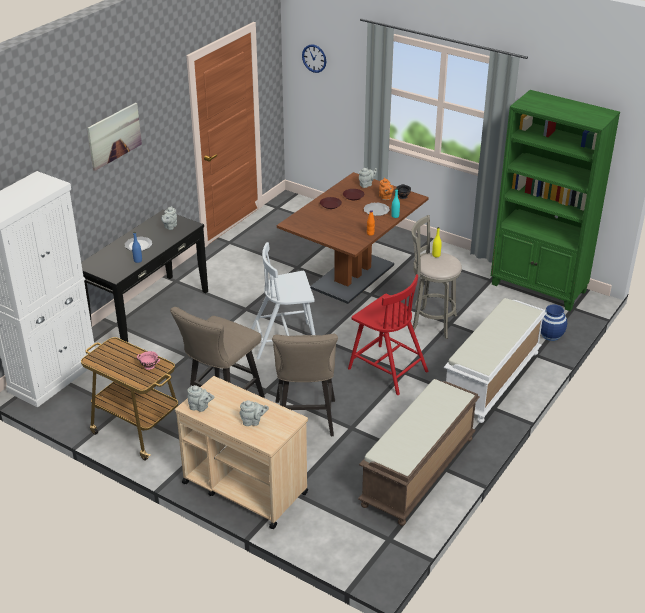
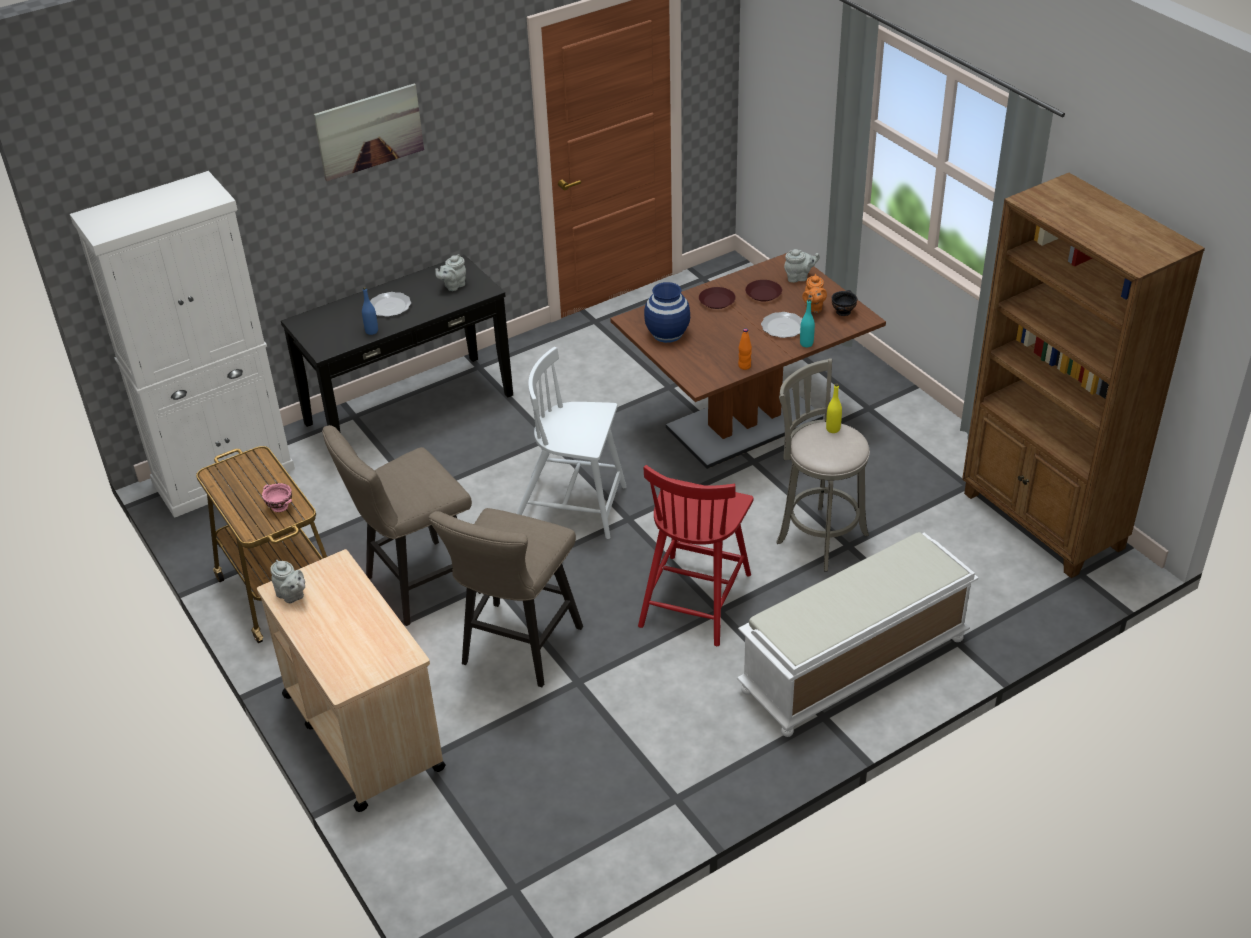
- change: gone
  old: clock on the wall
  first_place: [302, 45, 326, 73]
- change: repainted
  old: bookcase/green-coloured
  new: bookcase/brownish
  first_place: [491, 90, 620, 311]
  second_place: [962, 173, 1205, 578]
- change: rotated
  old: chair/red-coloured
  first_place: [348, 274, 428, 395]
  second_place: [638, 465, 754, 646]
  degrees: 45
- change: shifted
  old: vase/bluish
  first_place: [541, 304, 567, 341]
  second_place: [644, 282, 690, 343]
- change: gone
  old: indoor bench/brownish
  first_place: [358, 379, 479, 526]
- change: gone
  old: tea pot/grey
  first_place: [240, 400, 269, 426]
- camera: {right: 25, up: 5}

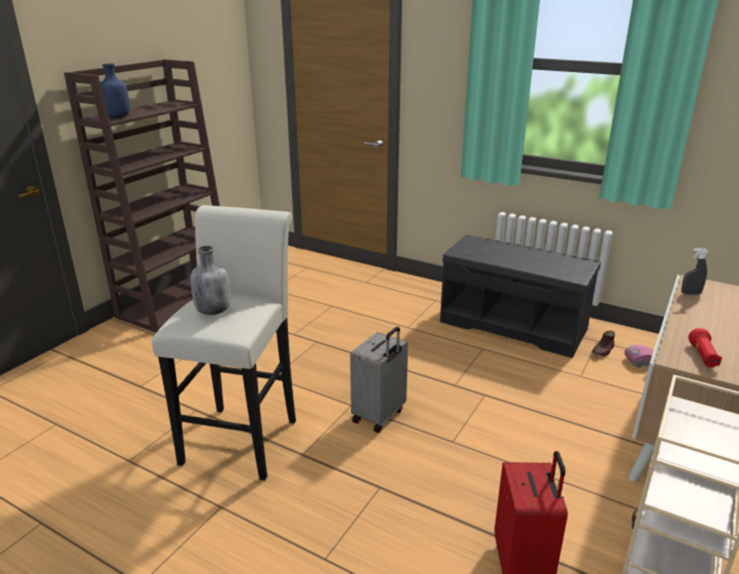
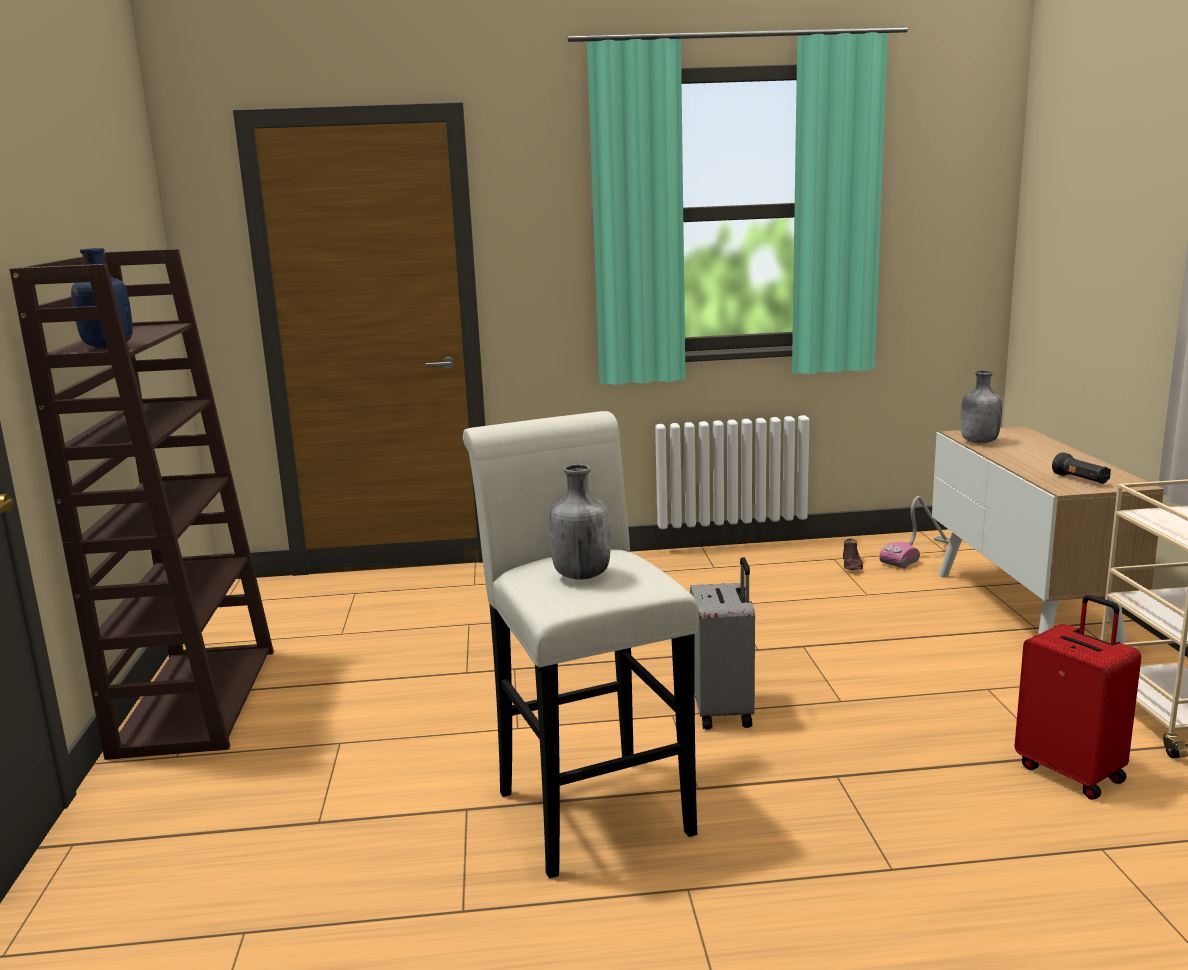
- change: gone
  old: indoor bench/grey
  first_place: [440, 235, 601, 358]
- change: swapped
  old: spray bottle/grey
  new: bottle/grey
  first_place: [681, 248, 709, 295]
  second_place: [960, 370, 1002, 443]
- change: repainted
  old: hand torch/red-coloured
  new: hand torch/black
  first_place: [688, 328, 722, 367]
  second_place: [1052, 452, 1111, 484]
- camera: {right: -35, up: -10}

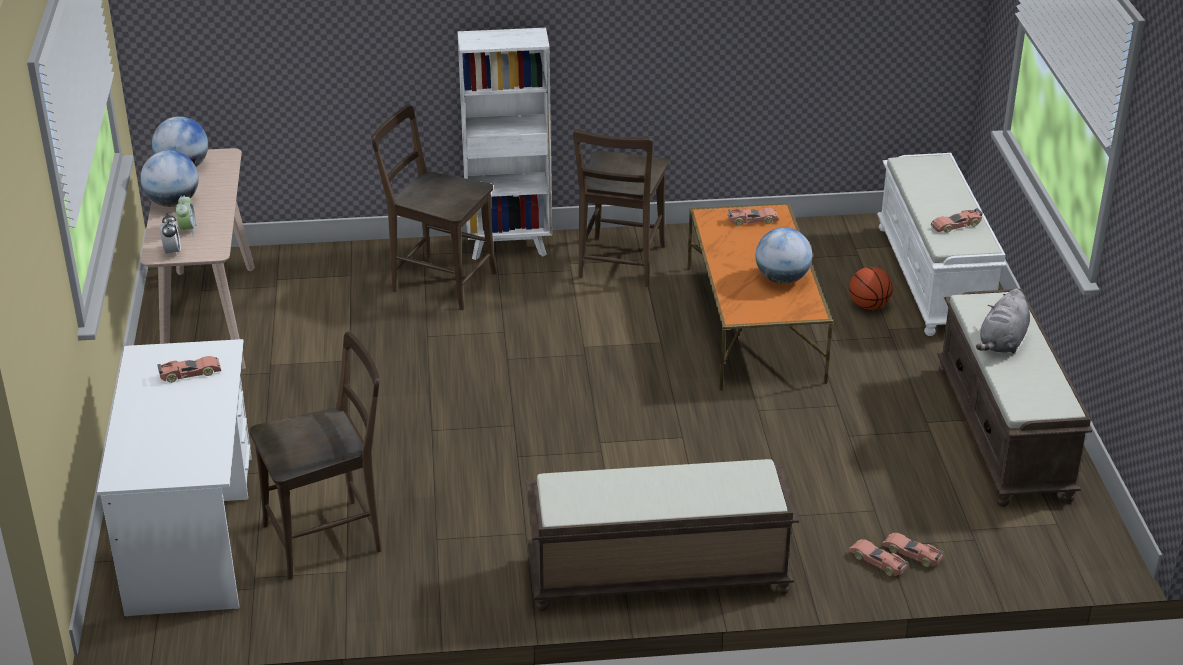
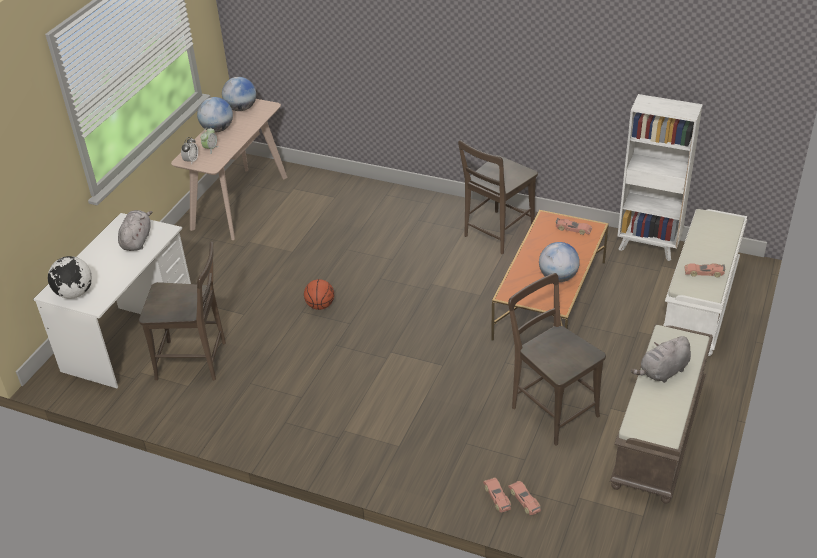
- change: shifted
  old: bookcase/white-coloured
  first_place: [458, 28, 552, 260]
  second_place: [617, 94, 703, 261]
- change: shifted
  old: chair/brownish
  first_place: [371, 104, 497, 310]
  second_place: [508, 273, 606, 445]
- change: shifted
  old: basketball ball
  first_place: [849, 267, 893, 310]
  second_place: [304, 279, 334, 310]
- change: swapped
  old: toy car
  new: cuddly toy/grey
  first_place: [157, 356, 221, 383]
  second_place: [118, 210, 153, 251]
- change: gone
  old: indoor bench/brownish
  first_place: [526, 459, 799, 611]
- change: new
  new: world globe
  second_place: [48, 256, 92, 299]
- camera: {right: 30, up: 5}

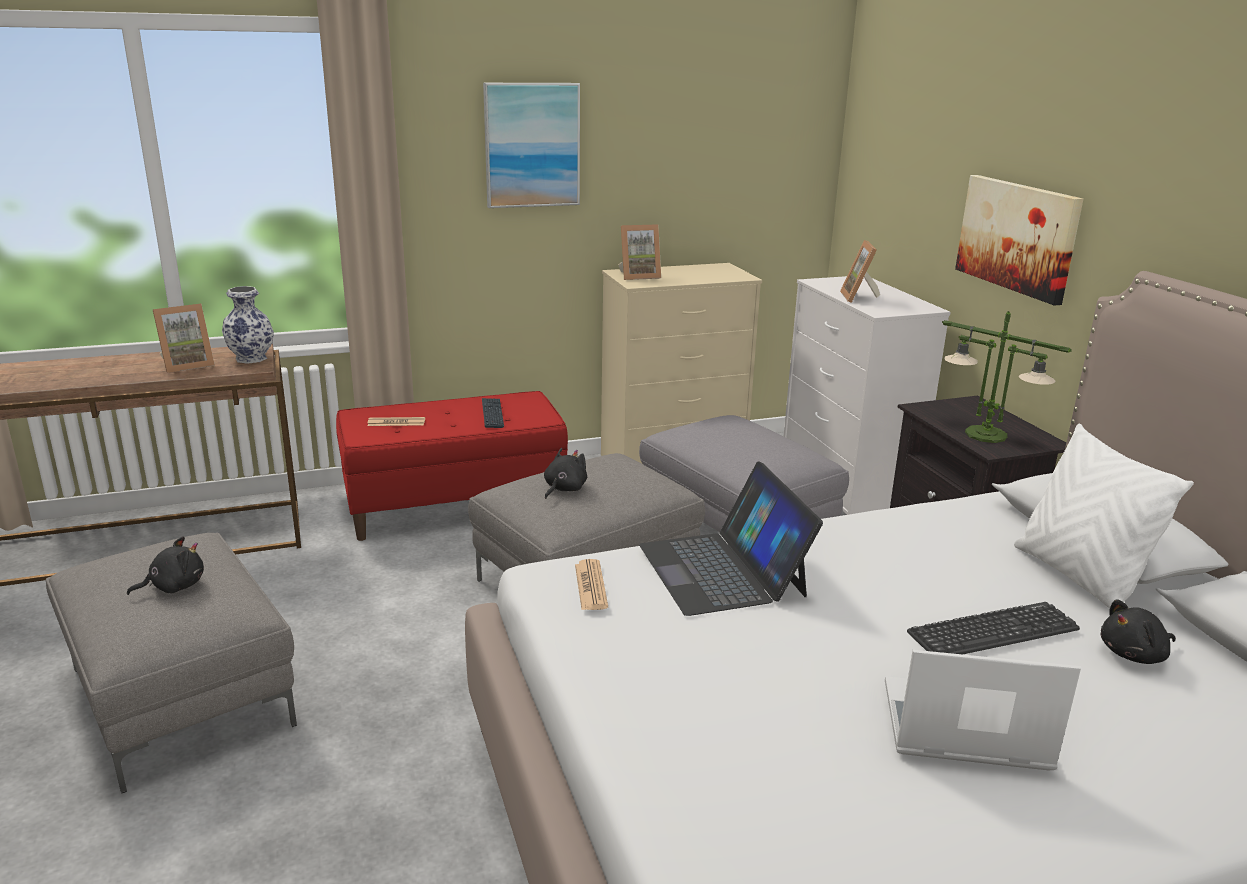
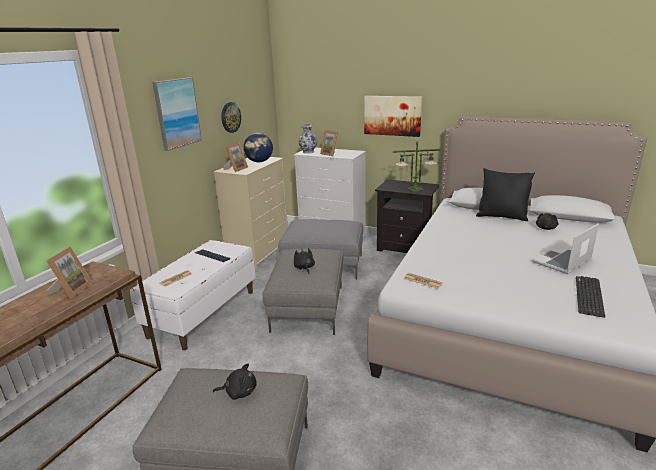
- change: shifted
  old: vase
  first_place: [222, 286, 274, 364]
  second_place: [298, 124, 317, 154]
- change: repainted
  old: indoor bench/red-coloured
  new: indoor bench/white-coloured
  first_place: [336, 391, 568, 541]
  second_place: [130, 240, 256, 350]
- change: repainted
  old: throw pillow/white-coloured
  new: throw pillow/black
  first_place: [1014, 423, 1194, 609]
  second_place: [476, 168, 535, 221]
- change: gone
  old: laptop
  first_place: [639, 461, 823, 616]
- change: rotated
  old: cuddly toy/black
  first_place: [127, 536, 204, 595]
  second_place: [213, 363, 257, 400]
  degrees: 75
- change: shifted
  old: PC keyboard
  first_place: [907, 602, 1080, 655]
  second_place: [576, 276, 605, 318]
- change: new
  new: clock on the wall
  second_place: [221, 102, 241, 133]
- change: new
  new: world globe
  second_place: [244, 133, 273, 162]
- camera: {right: -45, up: 0}

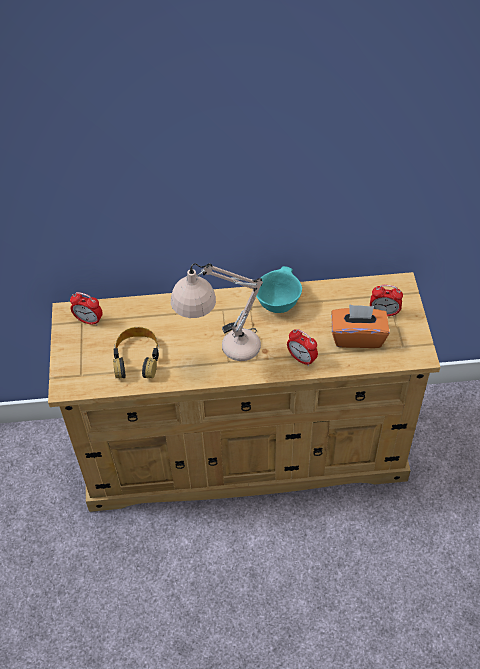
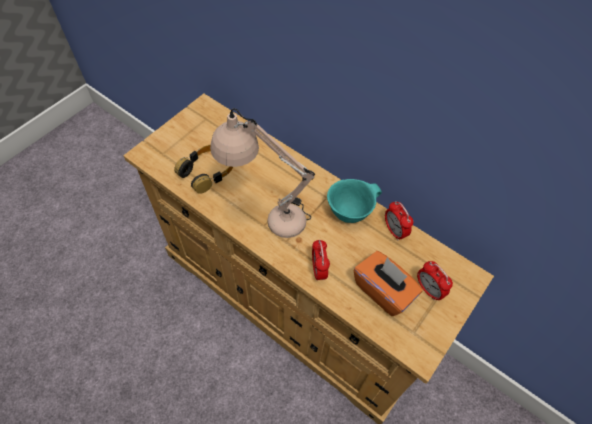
- change: shifted
  old: bedside clock
  first_place: [70, 292, 103, 325]
  second_place: [385, 201, 413, 240]
- camera: {right: 40, up: 5}

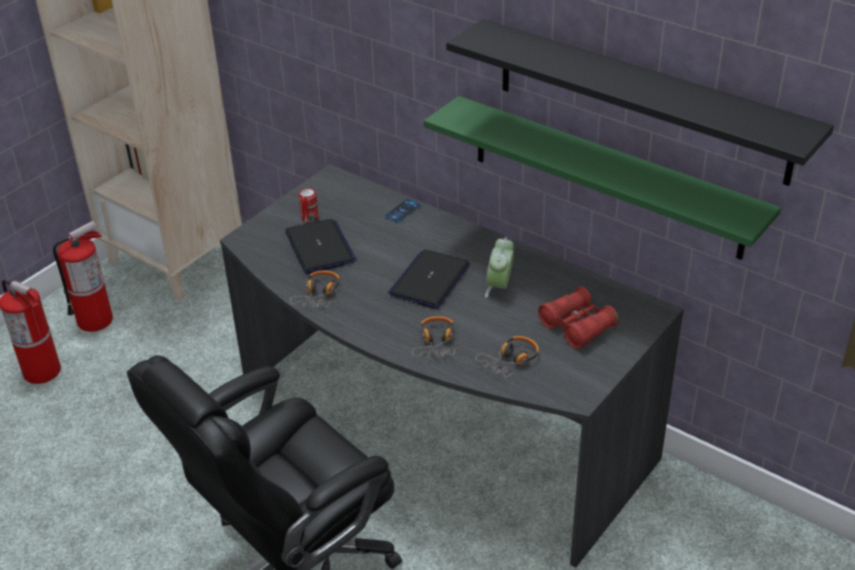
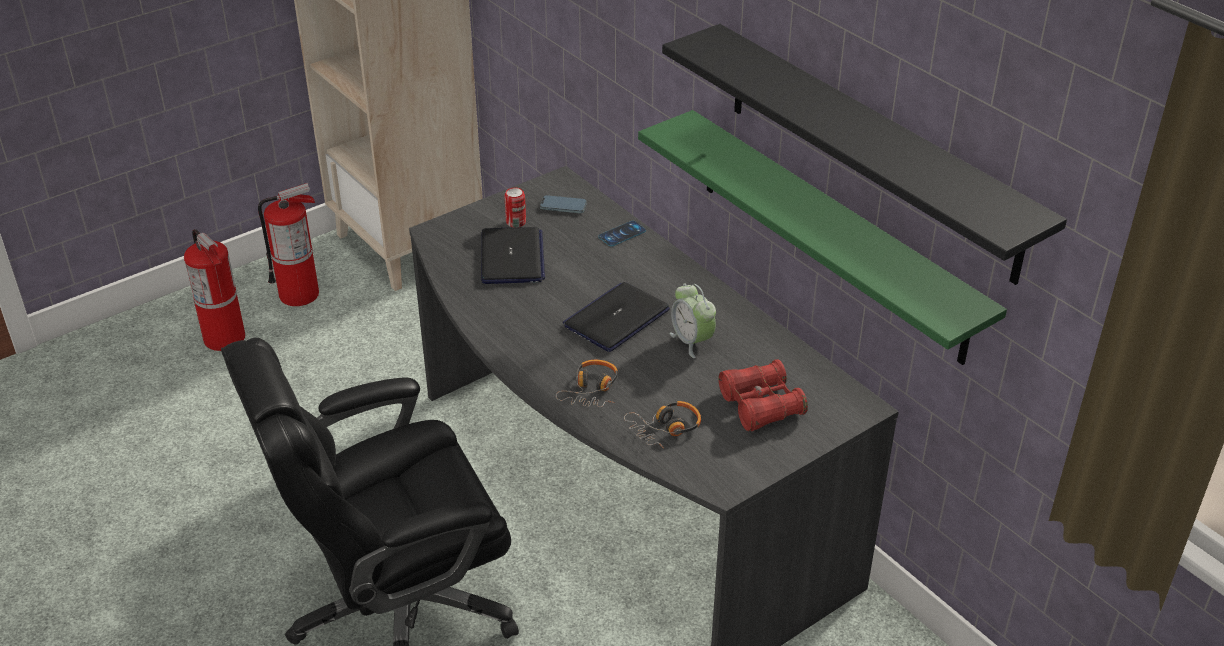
- change: rotated
  old: bedside clock
  first_place: [485, 237, 514, 298]
  second_place: [669, 284, 716, 358]
  degrees: -60
- change: gone
  old: headset
  first_place: [290, 270, 340, 307]
- change: new
  new: phone
  second_place: [540, 195, 587, 213]
- camera: {right: 15, up: 0}

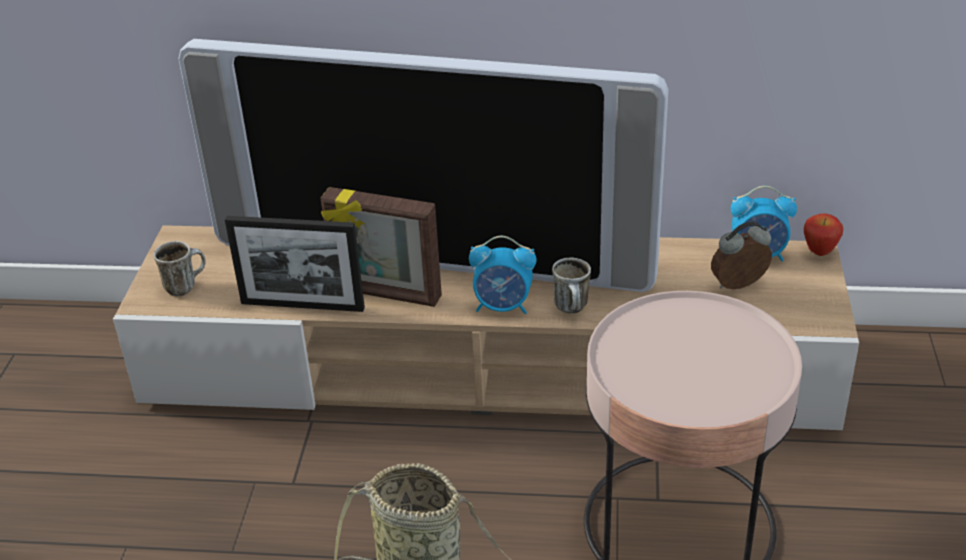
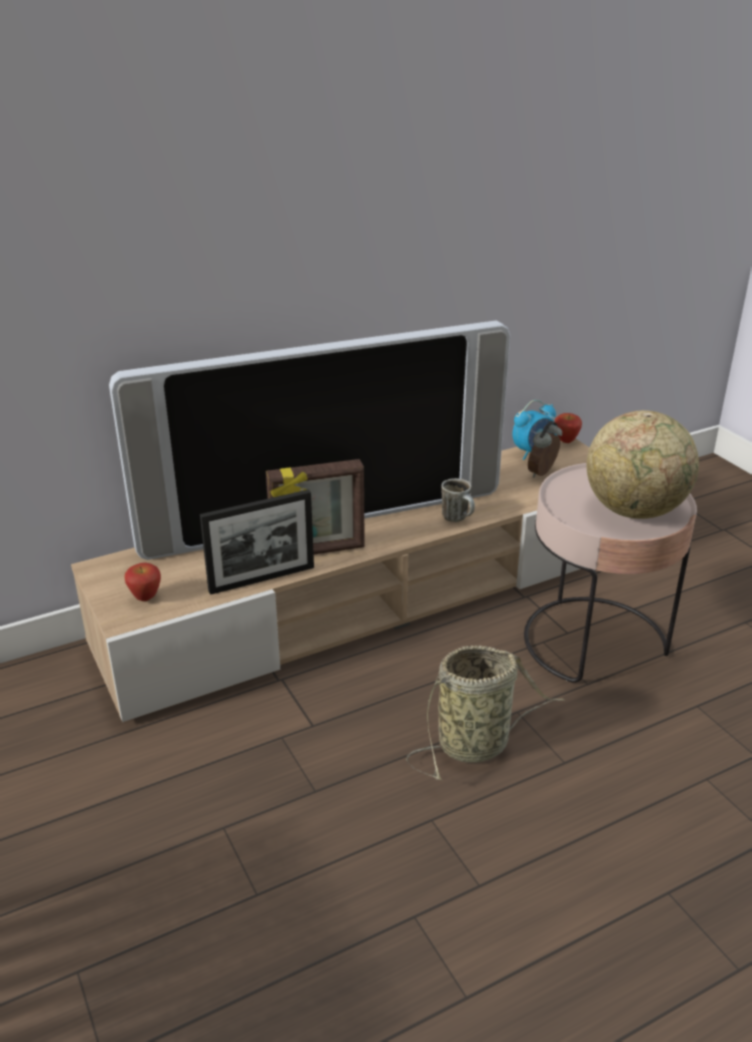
- change: gone
  old: bedside clock
  first_place: [469, 236, 536, 314]
- change: swapped
  old: tea mug
  new: whole apple
  first_place: [154, 241, 206, 296]
  second_place: [125, 563, 161, 601]
- change: new
  new: world globe
  second_place: [587, 410, 699, 519]
- camera: {right: -35, up: -5}

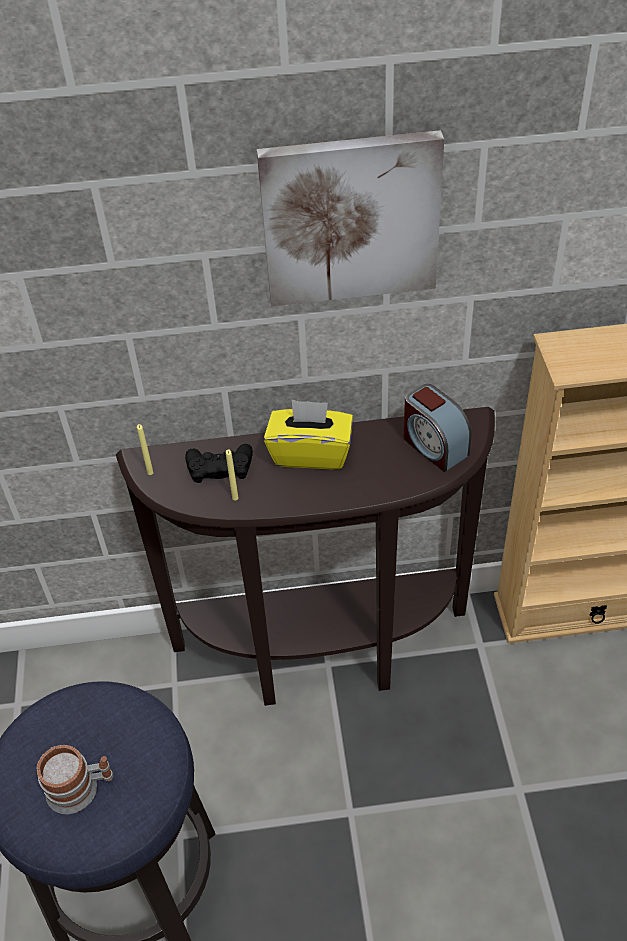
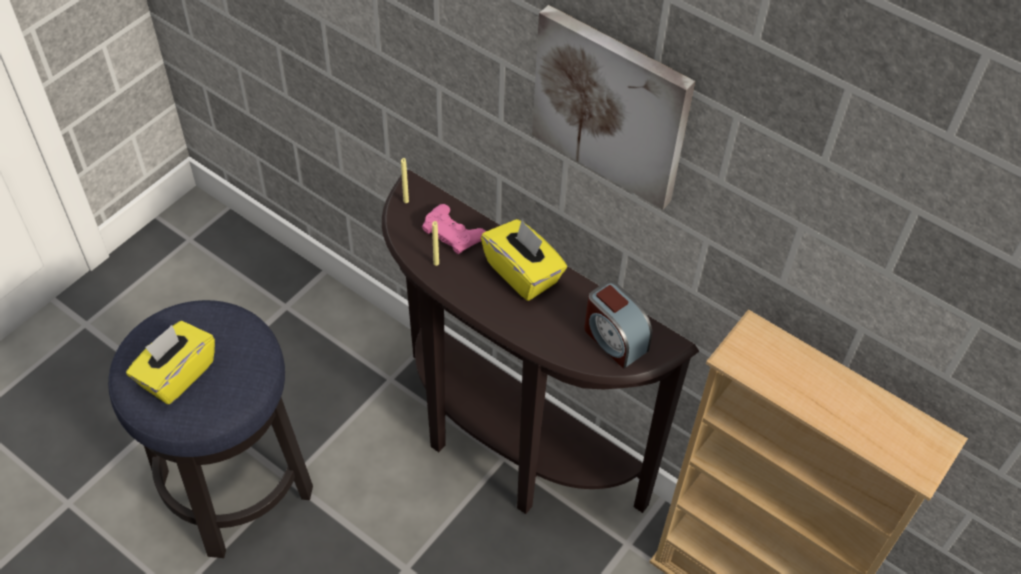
- change: rotated
  old: bedside clock
  first_place: [404, 384, 472, 472]
  second_place: [584, 281, 652, 369]
  degrees: -45
- change: repainted
  old: gamepad/black
  new: gamepad/pinkish
  first_place: [185, 444, 253, 483]
  second_place: [422, 204, 486, 254]
- change: swapped
  old: tea mug
  new: tissue holder/yellow-coloured
  first_place: [37, 745, 113, 814]
  second_place: [126, 321, 215, 404]
- camera: {right: 40, up: 5}

